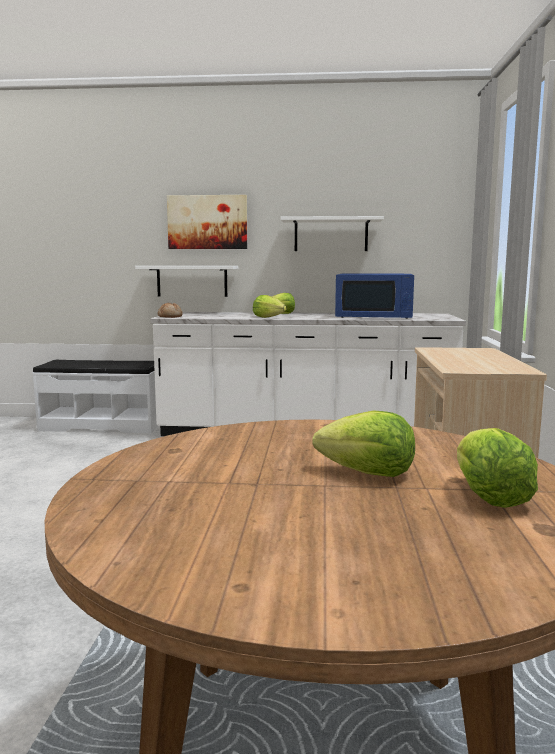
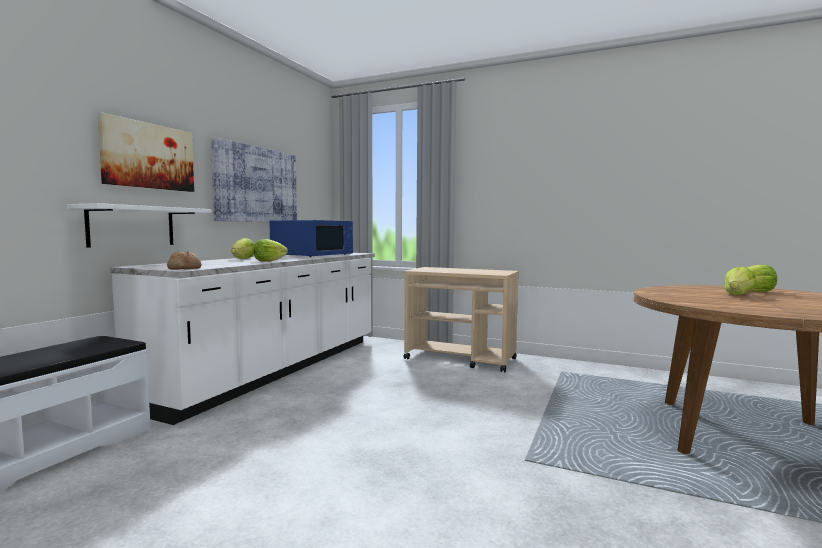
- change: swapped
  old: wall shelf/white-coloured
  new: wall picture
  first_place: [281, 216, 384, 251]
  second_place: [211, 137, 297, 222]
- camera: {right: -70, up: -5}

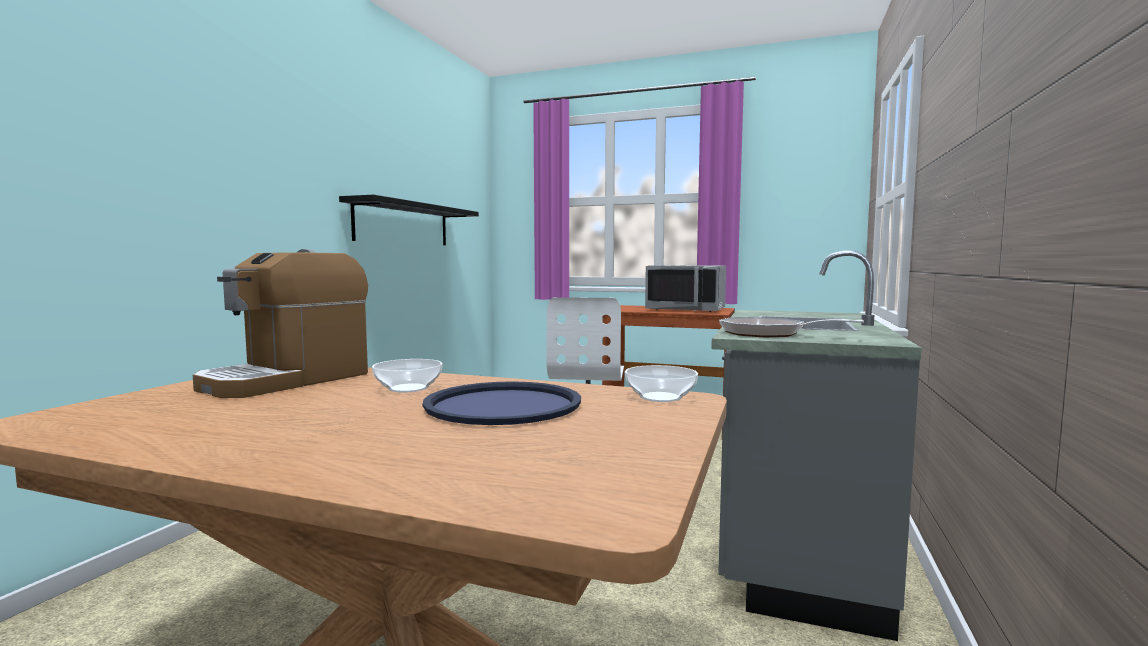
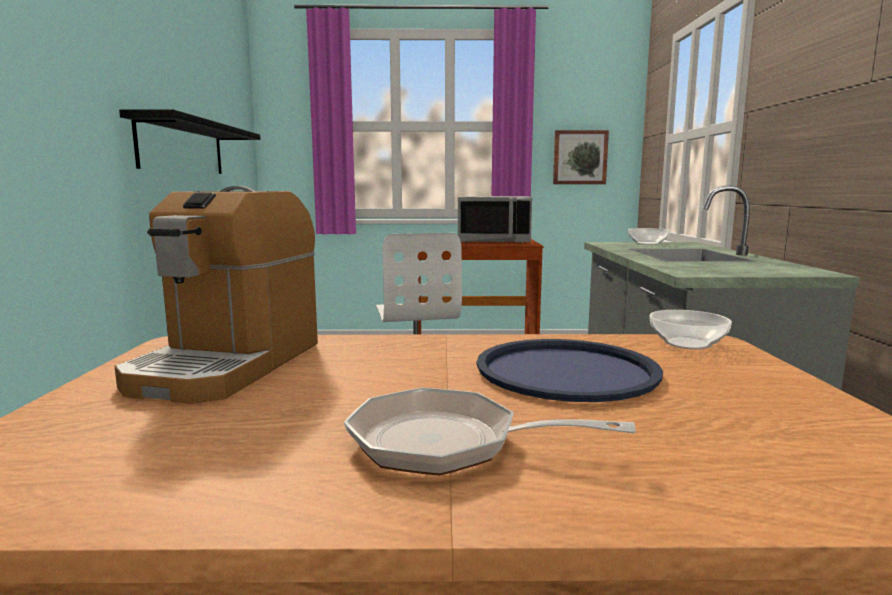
- change: shifted
  old: frying pan
  first_place: [719, 317, 864, 337]
  second_place: [344, 387, 636, 475]
- change: shifted
  old: bowl
  first_place: [372, 359, 443, 392]
  second_place: [628, 228, 670, 245]
- change: new
  new: wall picture
  second_place: [553, 130, 609, 184]
- camera: {right: -20, up: 5}

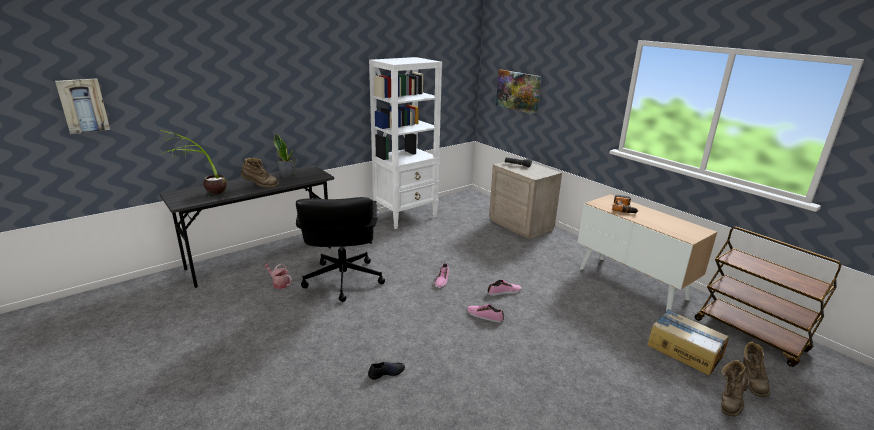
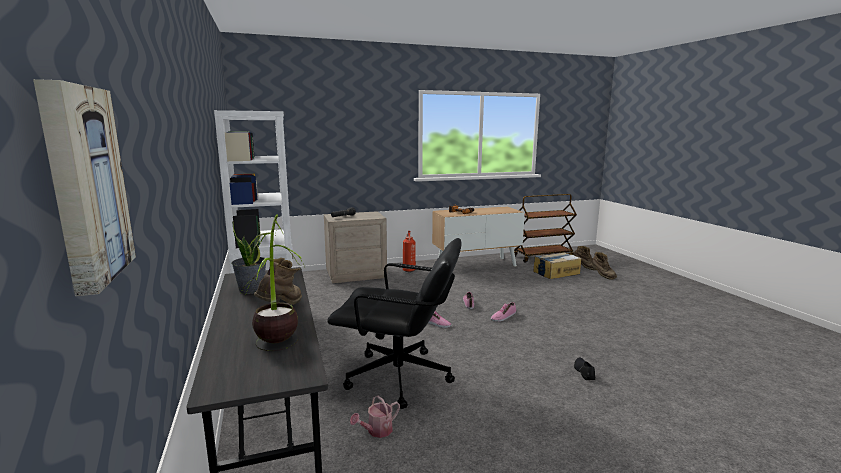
- change: gone
  old: wall picture
  first_place: [496, 69, 541, 115]
- change: new
  new: extinguisher
  second_place: [403, 231, 416, 272]
- camera: {right: -70, up: -10}

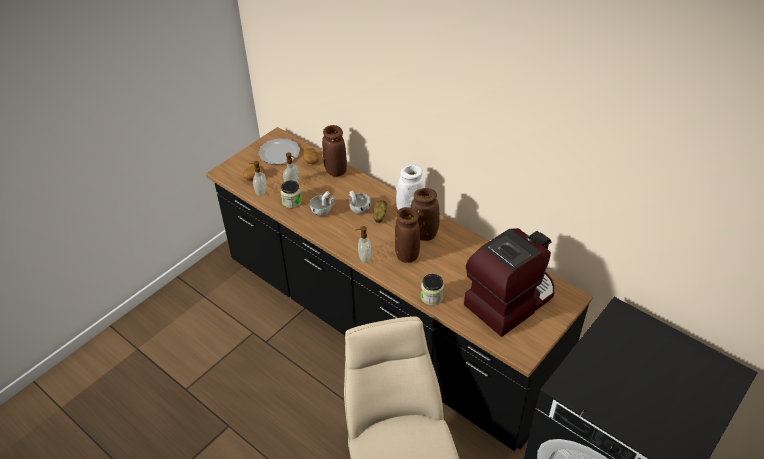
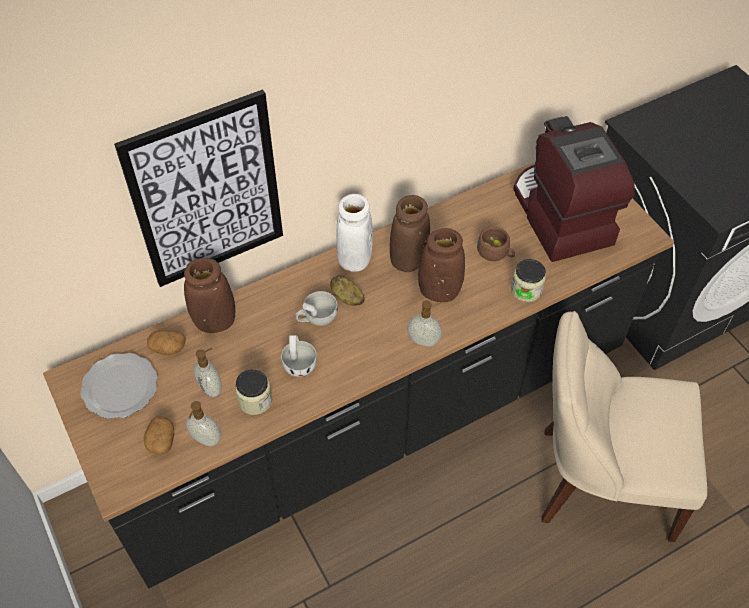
- change: new
  new: wall picture
  second_place: [114, 89, 283, 287]
- change: new
  new: small cup/brownish
  second_place: [477, 227, 515, 261]
- camera: {right: -70, up: 10}

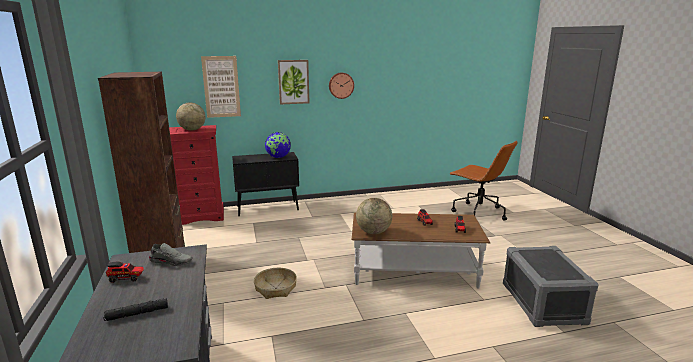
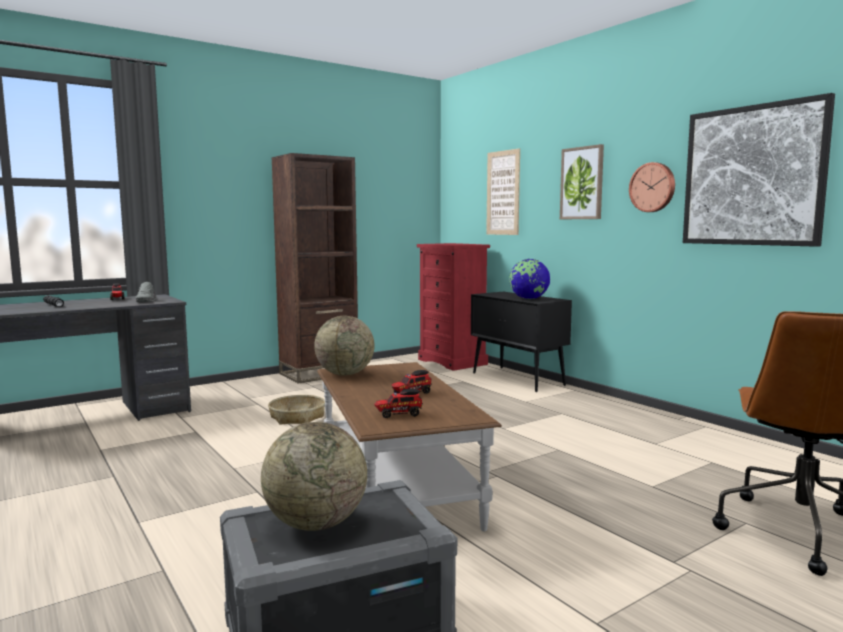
- change: shifted
  old: world globe
  first_place: [176, 102, 205, 131]
  second_place: [261, 422, 367, 531]
- change: new
  new: wall picture
  second_place: [683, 93, 835, 247]
- camera: {right: 70, up: -10}

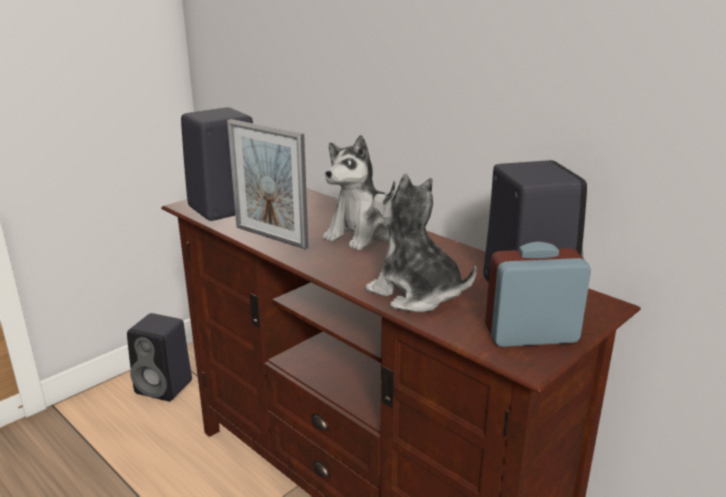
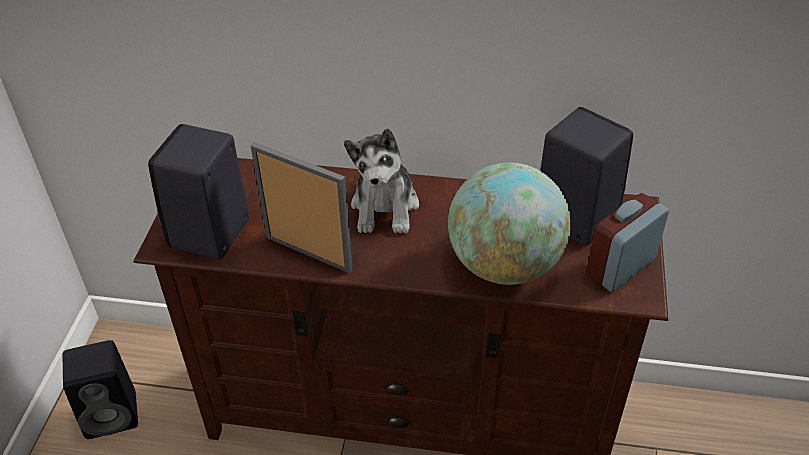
- change: rotated
  old: standing frame
  first_place: [227, 119, 308, 249]
  second_place: [250, 142, 353, 273]
  degrees: -150
- change: swapped
  old: cuddly toy
  new: world globe
  first_place: [365, 173, 477, 312]
  second_place: [448, 162, 571, 285]
- camera: {right: -35, up: 20}

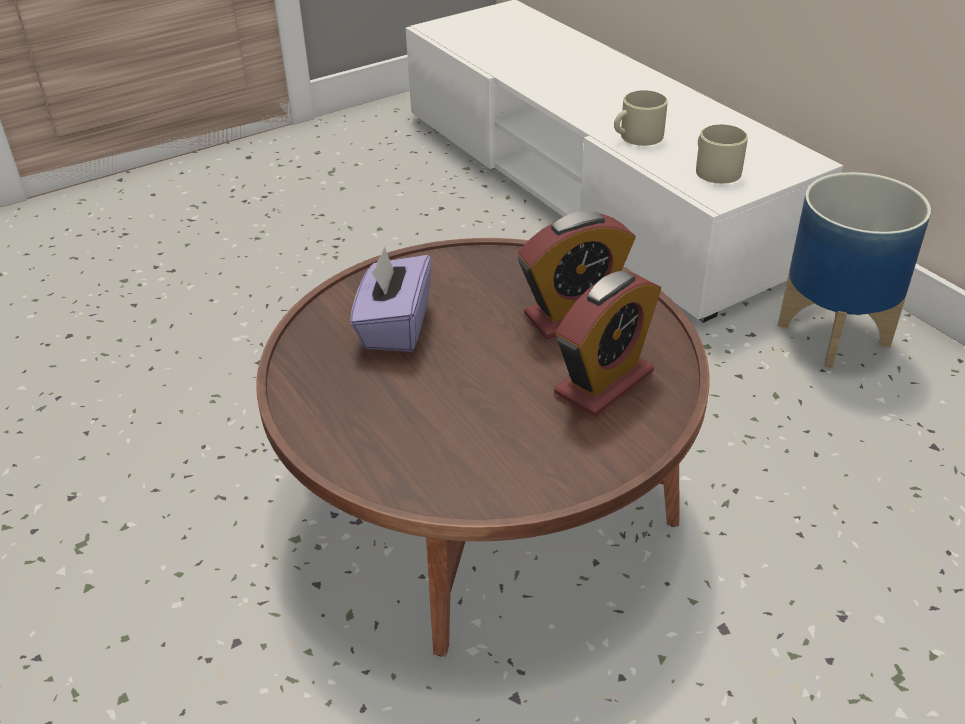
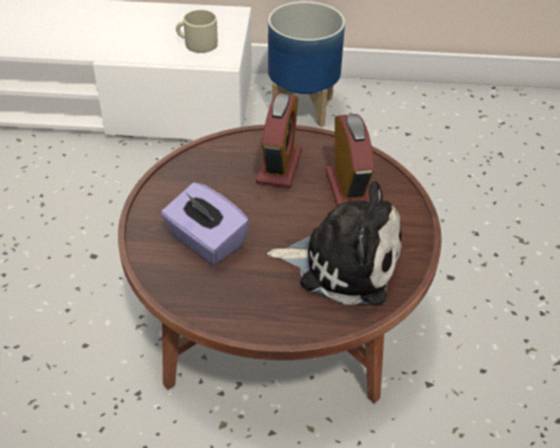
- change: gone
  old: tea mug/sand-coloured
  first_place: [614, 90, 668, 146]
- change: new
  new: cuddly toy
  second_place: [267, 181, 402, 306]
- camera: {right: -55, up: 5}

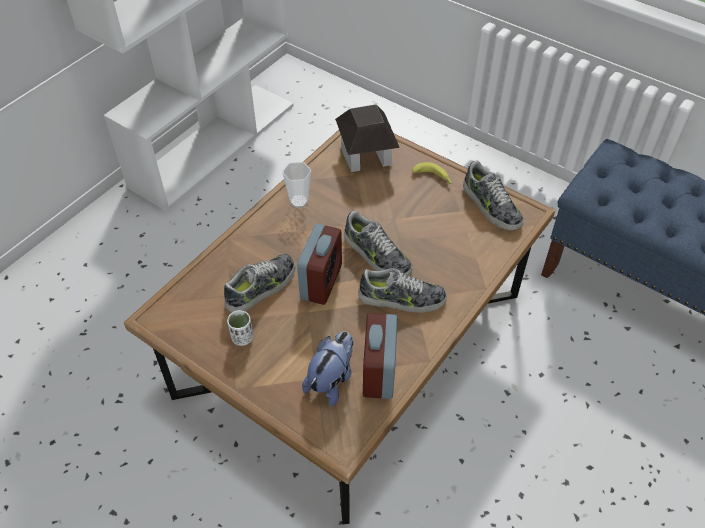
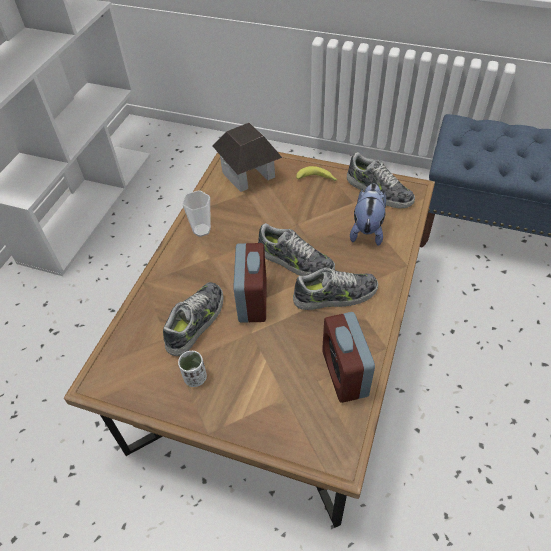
- change: shifted
  old: cuddly toy
  first_place: [302, 331, 354, 406]
  second_place: [350, 183, 386, 246]
- camera: {right: -15, up: 0}

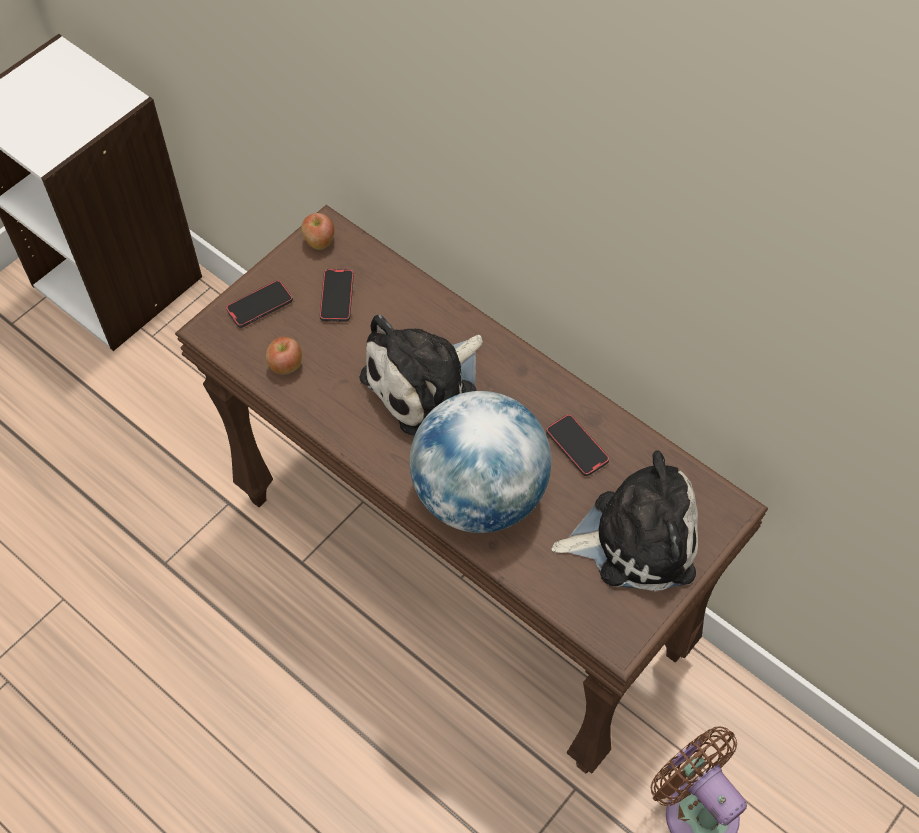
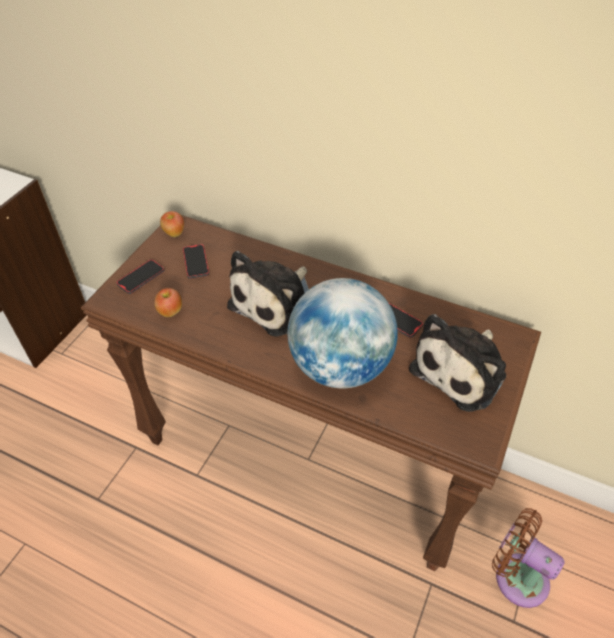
- change: rotated
  old: cuddly toy
  first_place: [551, 451, 698, 592]
  second_place: [409, 314, 506, 412]
  degrees: 150
- camera: {right: -15, up: -10}

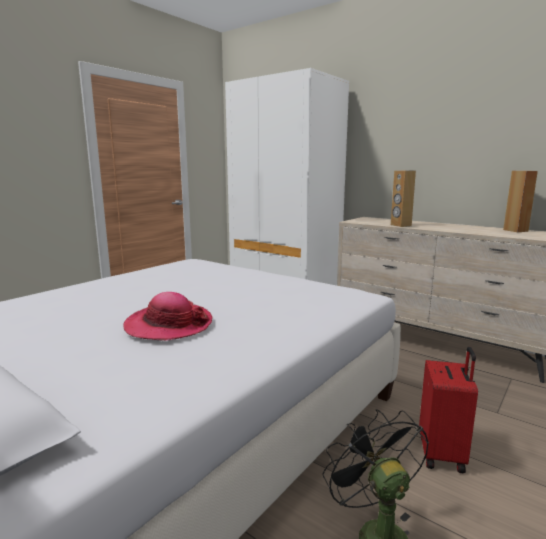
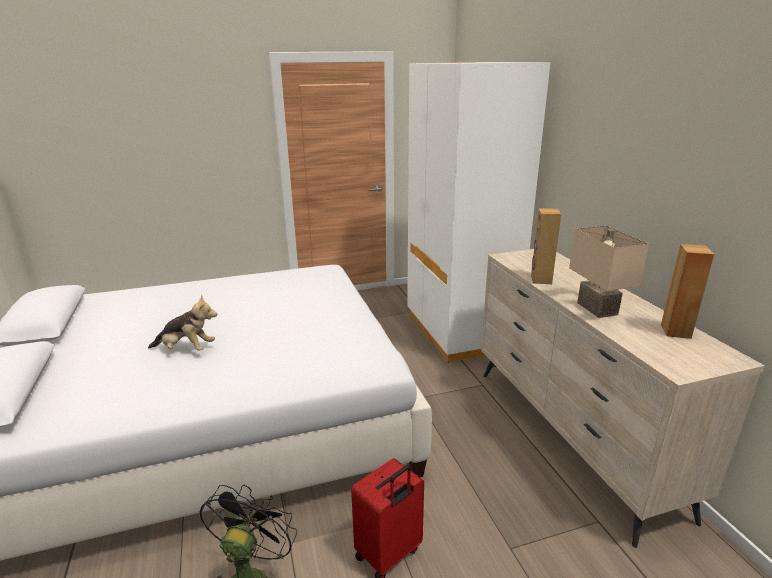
- change: swapped
  old: wearable hat
  new: cuddly toy
  first_place: [123, 292, 212, 341]
  second_place: [148, 294, 217, 351]
- change: new
  new: table lamp/sand-coloured
  second_place: [569, 225, 649, 318]
- camera: {right: 35, up: 10}

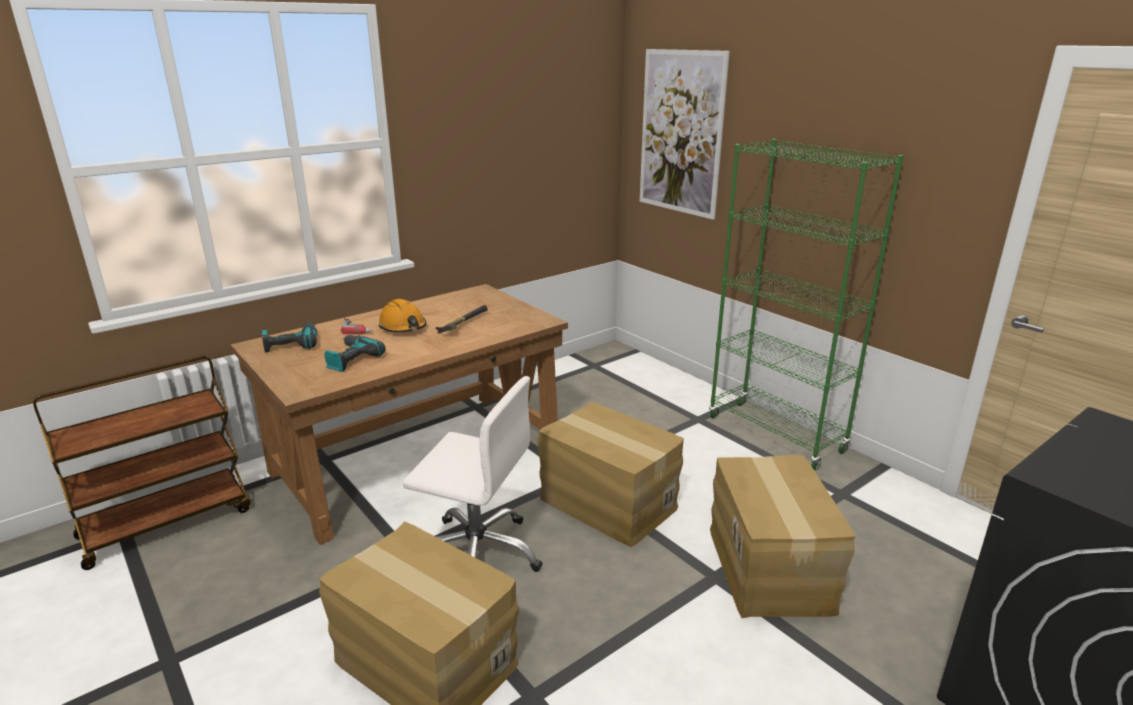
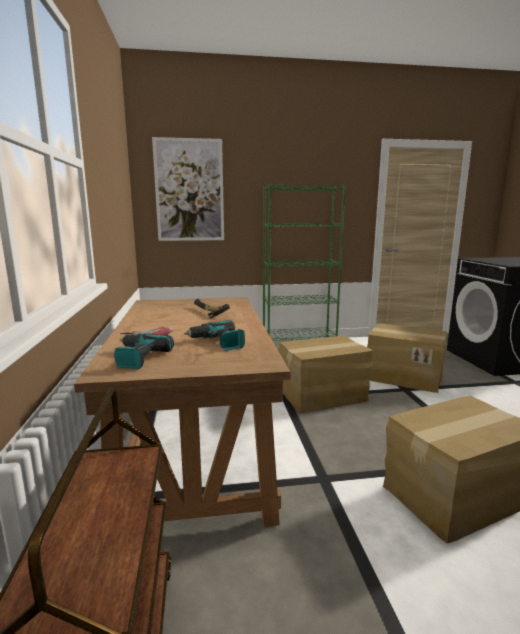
- change: gone
  old: work helmet/orange
  first_place: [379, 299, 427, 333]
- change: gone
  old: office chair/white-coloured
  first_place: [402, 376, 543, 572]
- camera: {right: -60, up: -10}

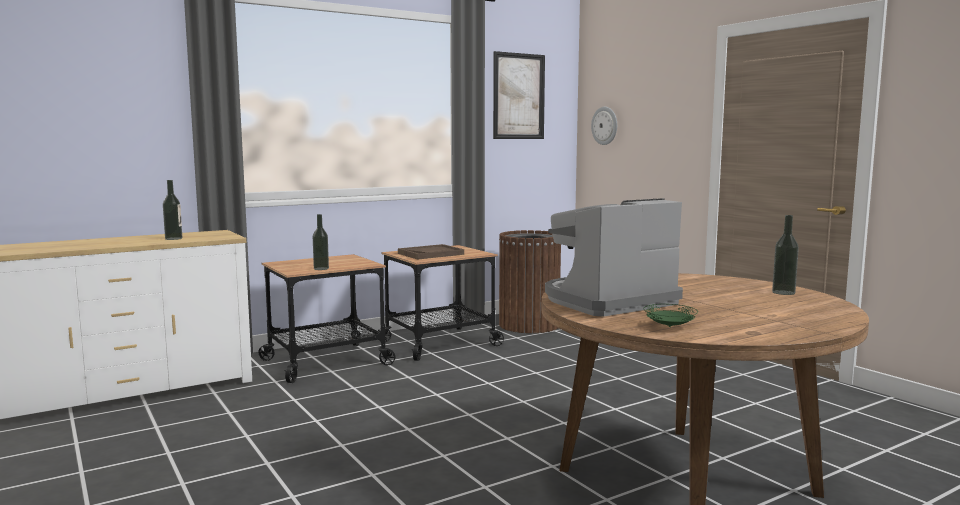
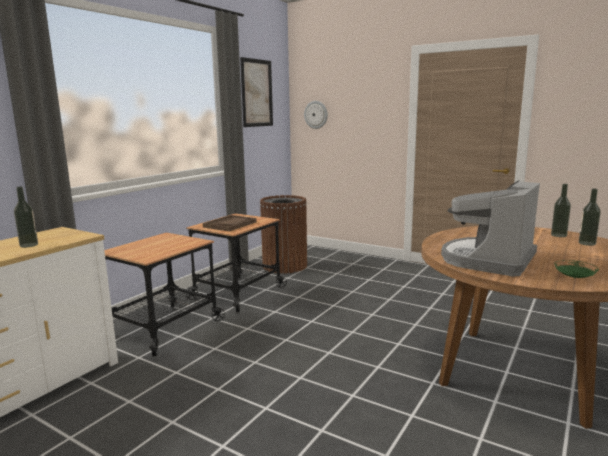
- change: shifted
  old: bottle
  first_place: [313, 214, 329, 270]
  second_place: [579, 188, 601, 246]
- camera: {right: -25, up: 5}

